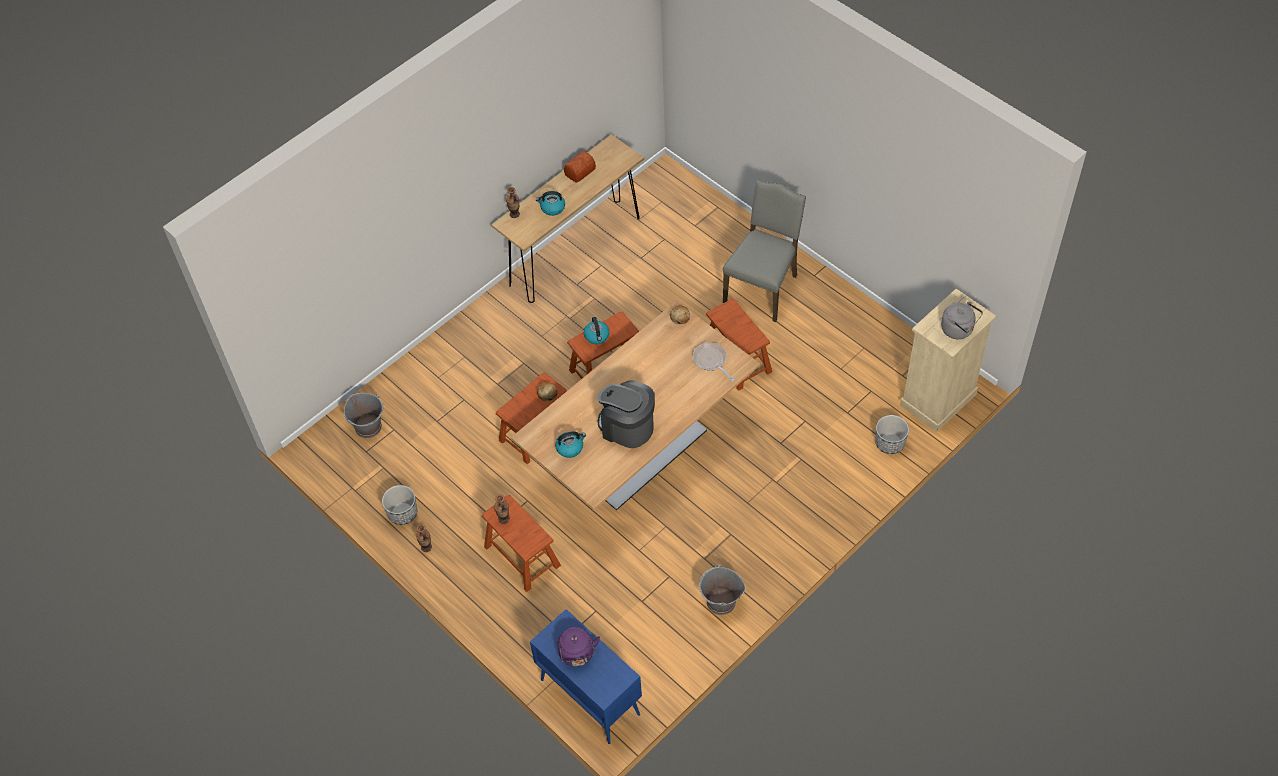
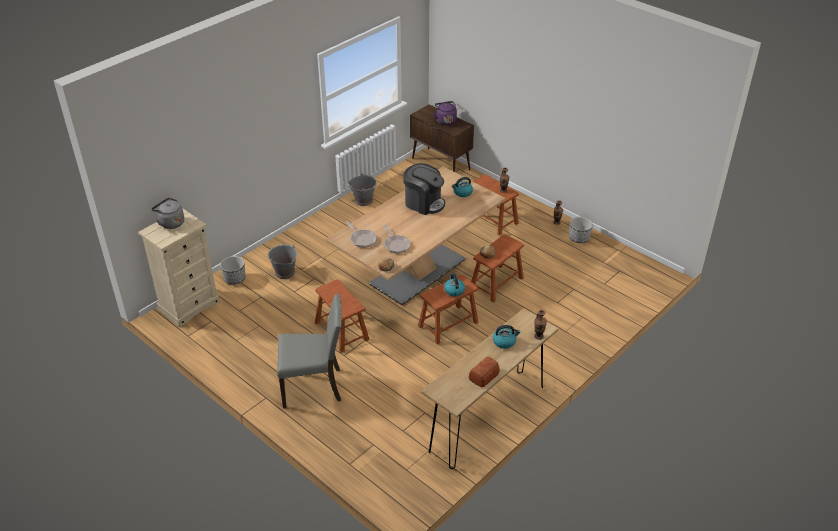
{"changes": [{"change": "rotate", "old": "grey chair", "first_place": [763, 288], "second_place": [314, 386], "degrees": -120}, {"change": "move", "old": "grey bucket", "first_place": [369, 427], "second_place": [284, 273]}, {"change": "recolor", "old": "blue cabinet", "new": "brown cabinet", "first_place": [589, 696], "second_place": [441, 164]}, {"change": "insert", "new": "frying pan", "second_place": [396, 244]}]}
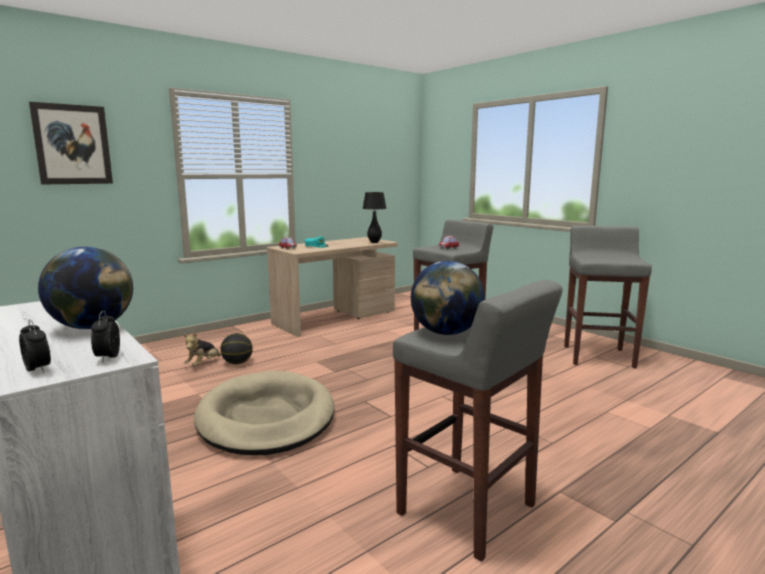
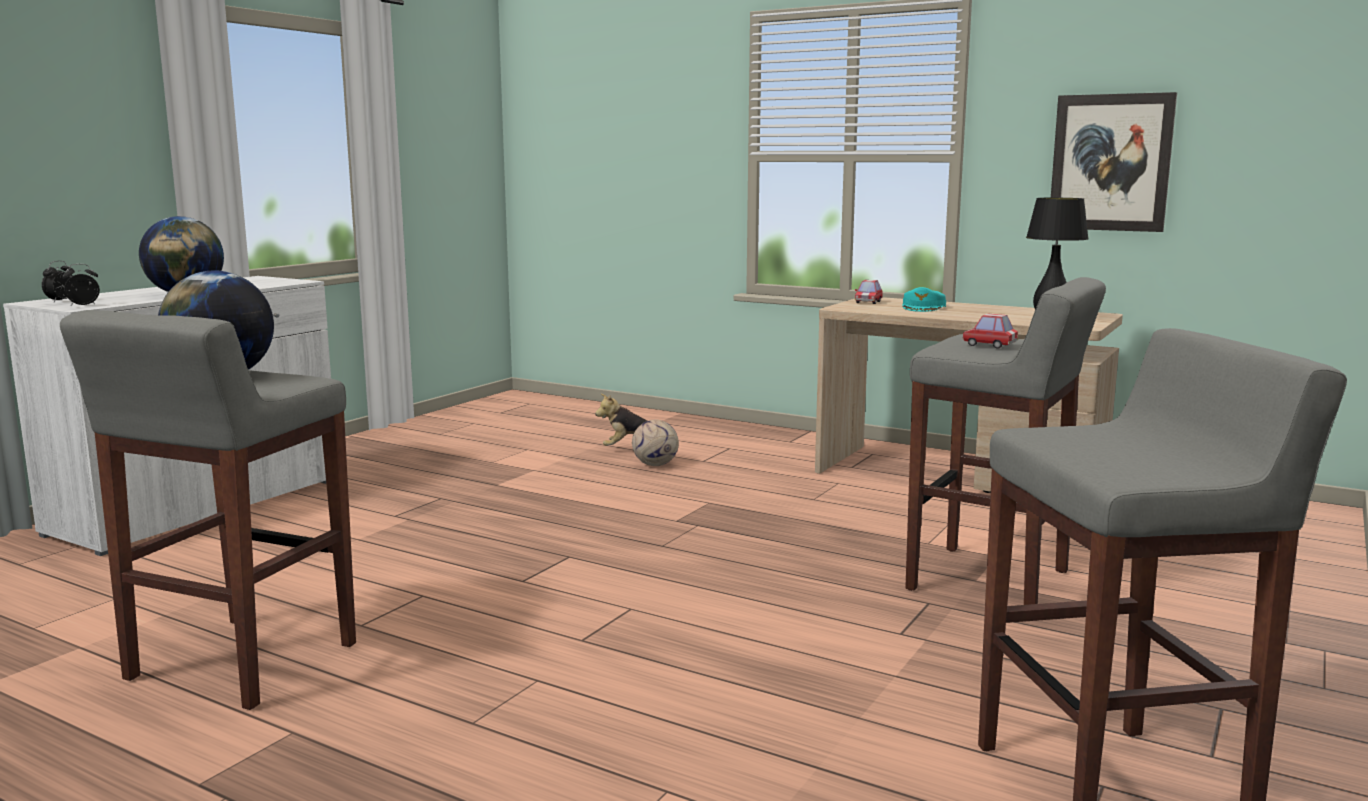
{"changes": [{"change": "move", "old": "picture", "first_place": [72, 144], "second_place": [1110, 162]}, {"change": "replace", "old": "basketball", "new": "football", "first_place": [237, 363], "second_place": [655, 465]}, {"change": "delete", "old": "beige dog bed", "first_place": [266, 418]}]}
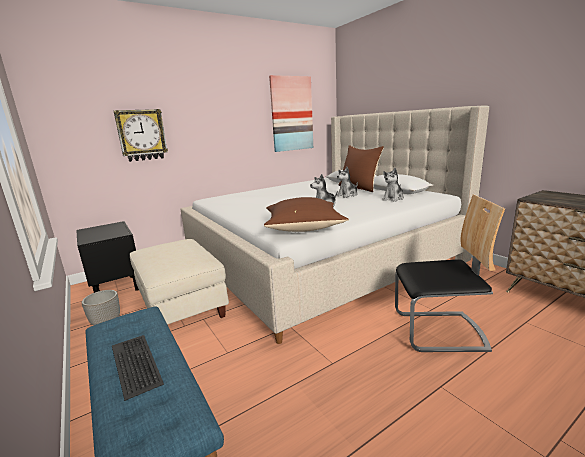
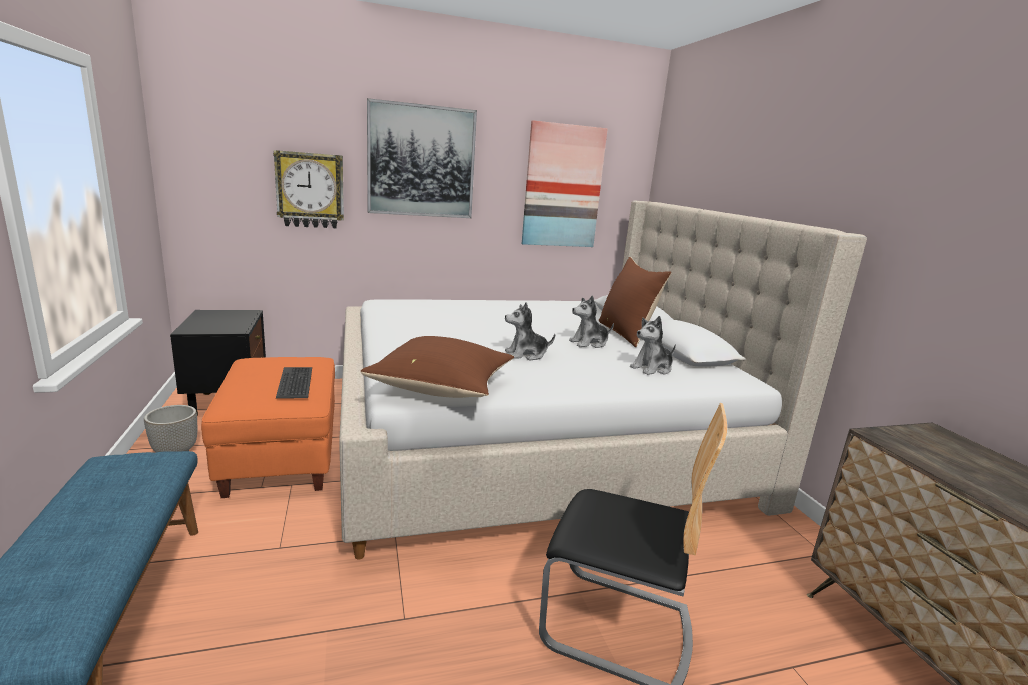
{"changes": [{"change": "recolor", "old": "beige ottoman", "new": "orange ottoman", "first_place": [183, 306], "second_place": [283, 456]}, {"change": "move", "old": "keyboard", "first_place": [136, 364], "second_place": [296, 383]}, {"change": "insert", "new": "picture", "second_place": [421, 161]}]}
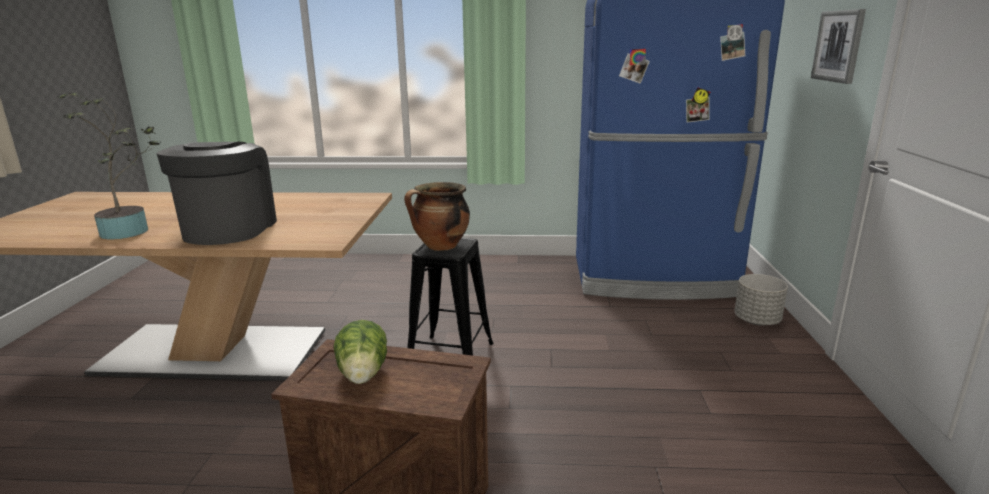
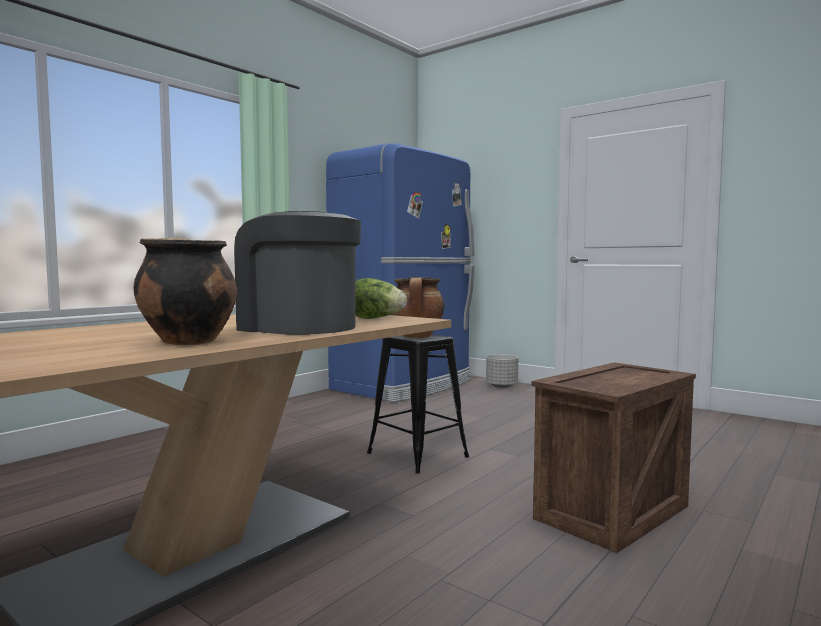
{"changes": [{"change": "delete", "old": "picture", "first_place": [838, 46]}, {"change": "replace", "old": "potted plant", "new": "cooking pot", "first_place": [130, 231], "second_place": [186, 342]}, {"change": "move", "old": "lettuce", "first_place": [363, 375], "second_place": [376, 318]}]}
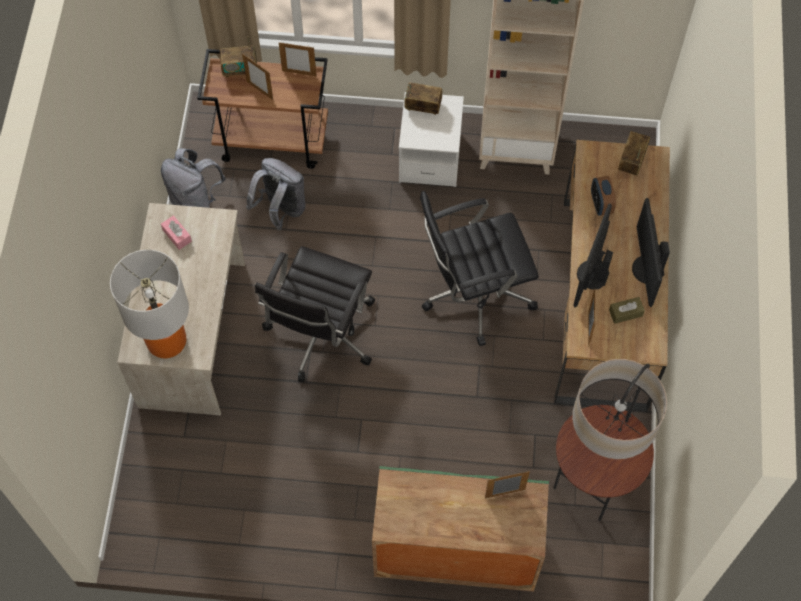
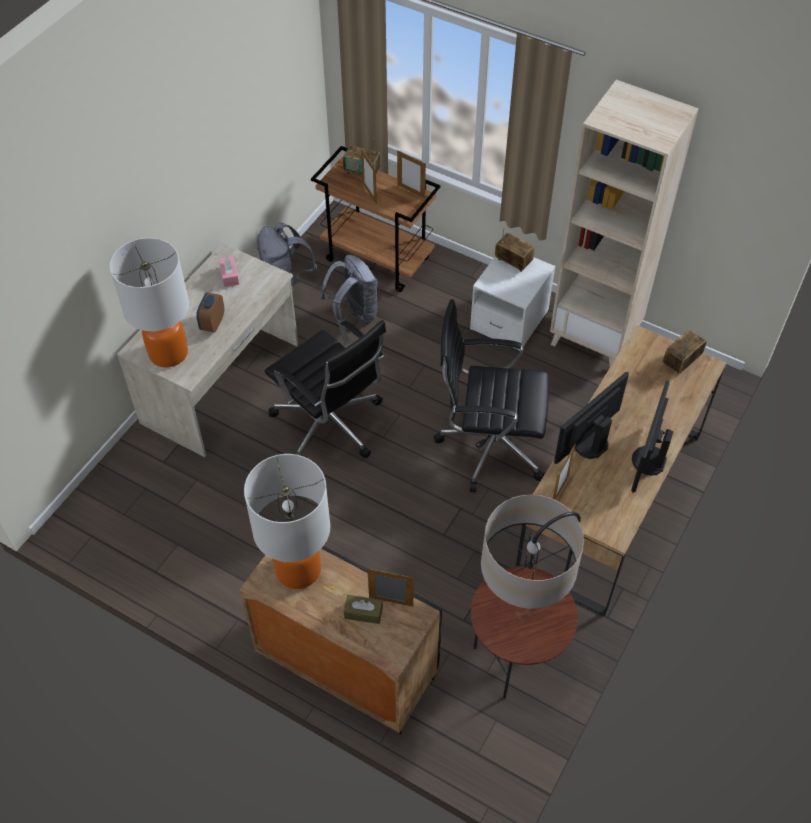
{"changes": [{"change": "move", "old": "alarm clock", "first_place": [601, 204], "second_place": [212, 323]}, {"change": "rotate", "old": "black office chair", "first_place": [320, 334], "second_place": [330, 425], "degrees": -90}, {"change": "move", "old": "brown tissue box", "first_place": [625, 313], "second_place": [363, 612]}, {"change": "recolor", "old": "green cabinet", "new": "black cabinet", "first_place": [454, 553], "second_place": [345, 666]}, {"change": "insert", "new": "table lamp", "second_place": [298, 569]}]}
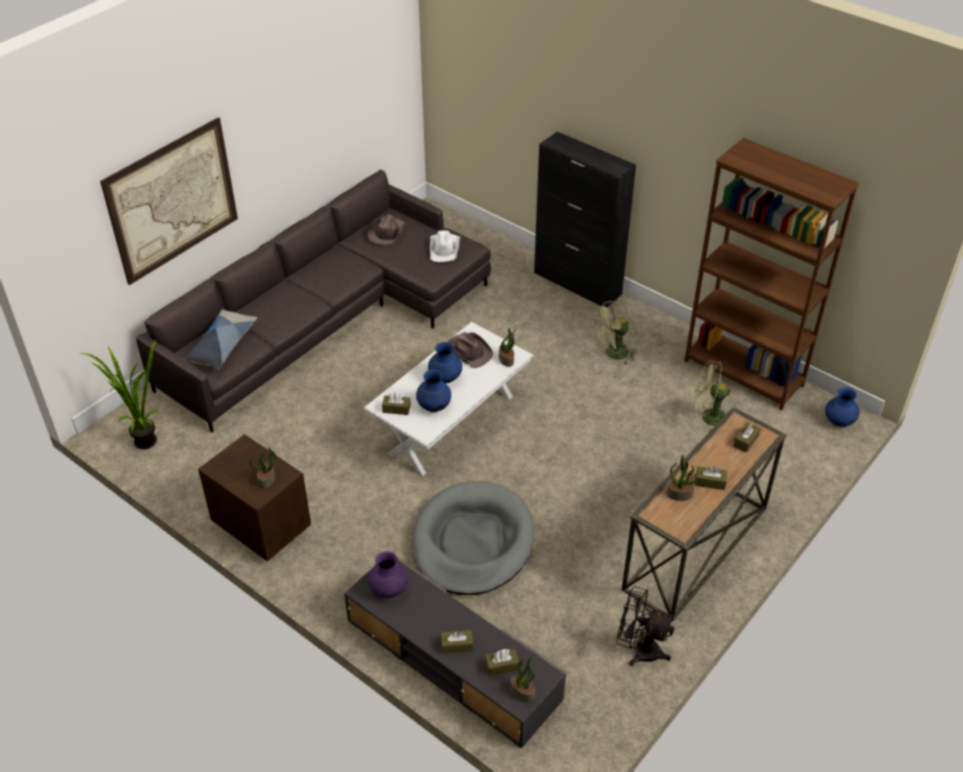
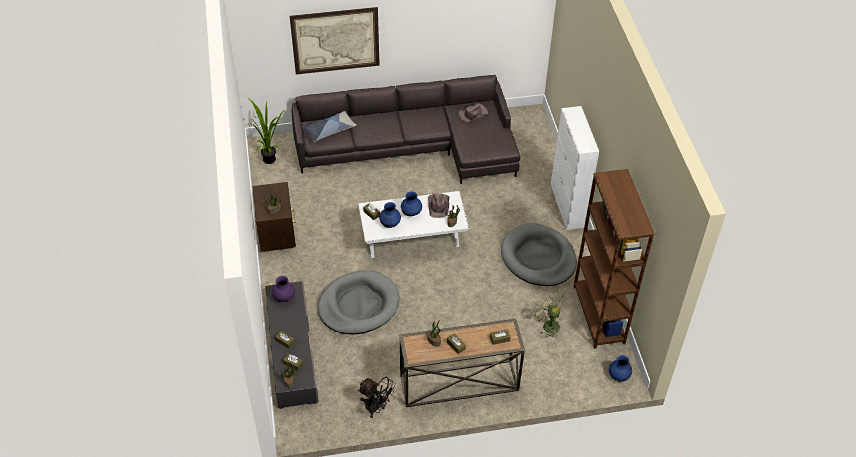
{"changes": [{"change": "recolor", "old": "black cabinet", "new": "white cabinet", "first_place": [578, 283], "second_place": [567, 206]}, {"change": "delete", "old": "white hat", "first_place": [445, 248]}, {"change": "replace", "old": "green fan", "new": "grey dog bed", "first_place": [613, 354], "second_place": [538, 258]}, {"change": "rotate", "old": "black fan", "first_place": [639, 650], "second_place": [376, 407], "degrees": 150}]}
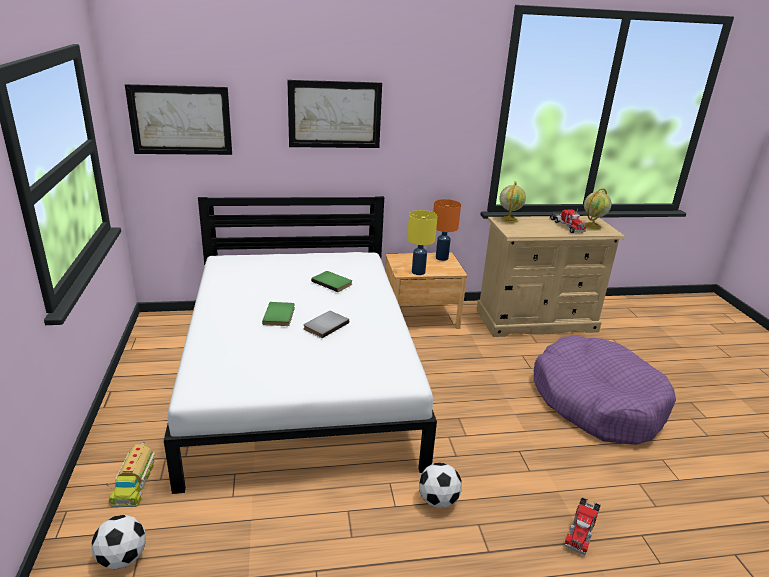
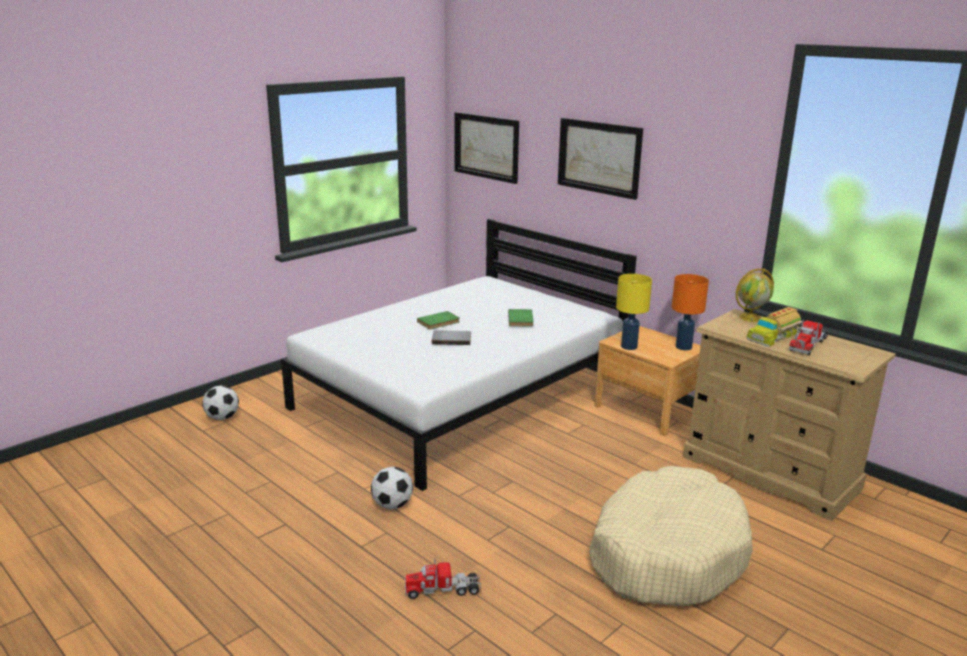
{"changes": [{"change": "delete", "old": "globe", "first_place": [592, 226]}, {"change": "recolor", "old": "purple dog bed", "new": "beige dog bed", "first_place": [596, 402], "second_place": [666, 553]}, {"change": "move", "old": "toy truck", "first_place": [133, 482], "second_place": [773, 336]}]}
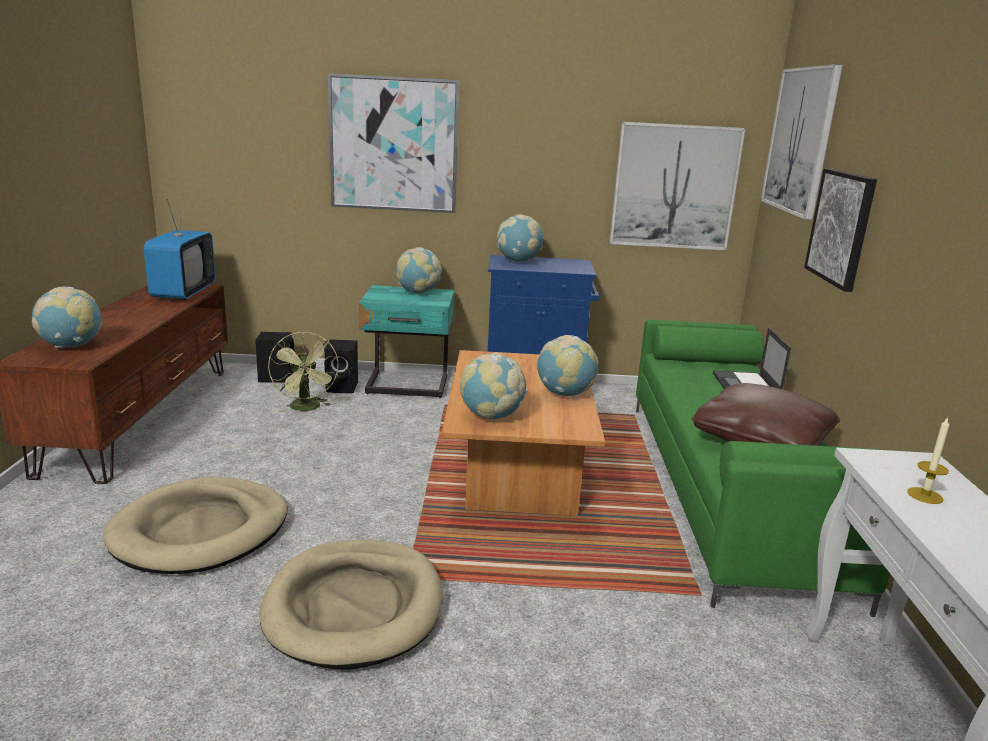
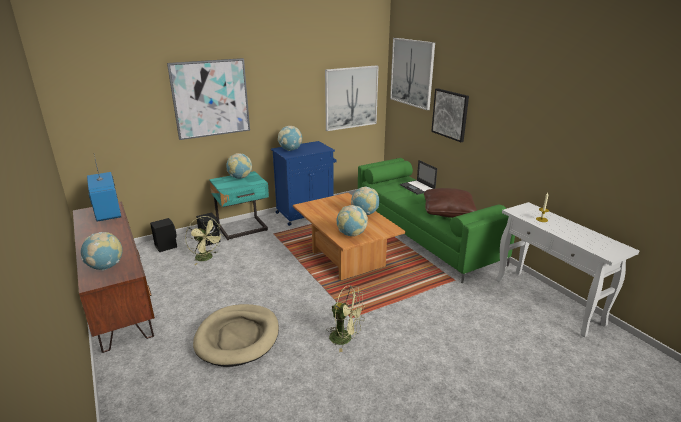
{"changes": [{"change": "replace", "old": "beige dog bed", "new": "green fan", "first_place": [354, 607], "second_place": [345, 338]}]}
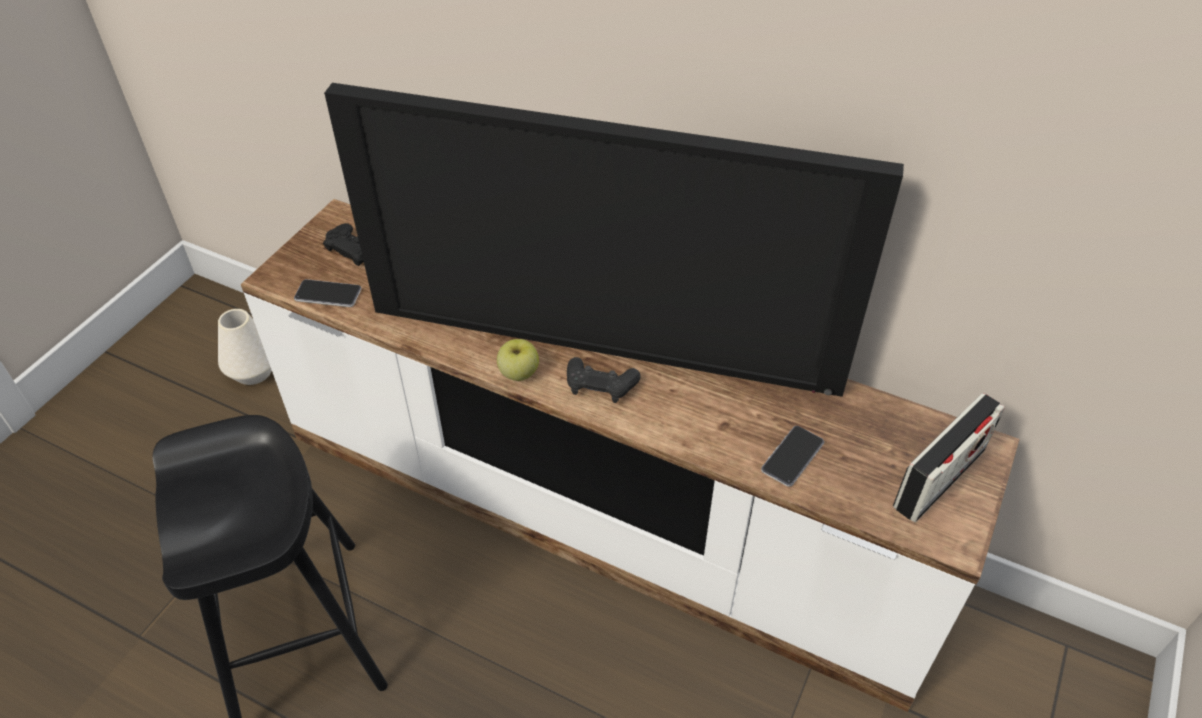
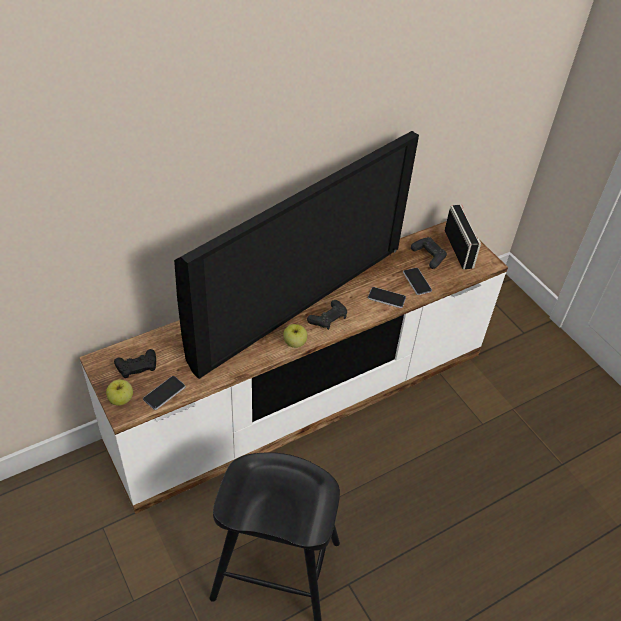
{"changes": [{"change": "delete", "old": "white vase", "first_place": [253, 371]}, {"change": "insert", "new": "black game controller", "second_place": [428, 256]}, {"change": "insert", "new": "phone", "second_place": [386, 298]}, {"change": "insert", "new": "apple", "second_place": [121, 399]}]}
